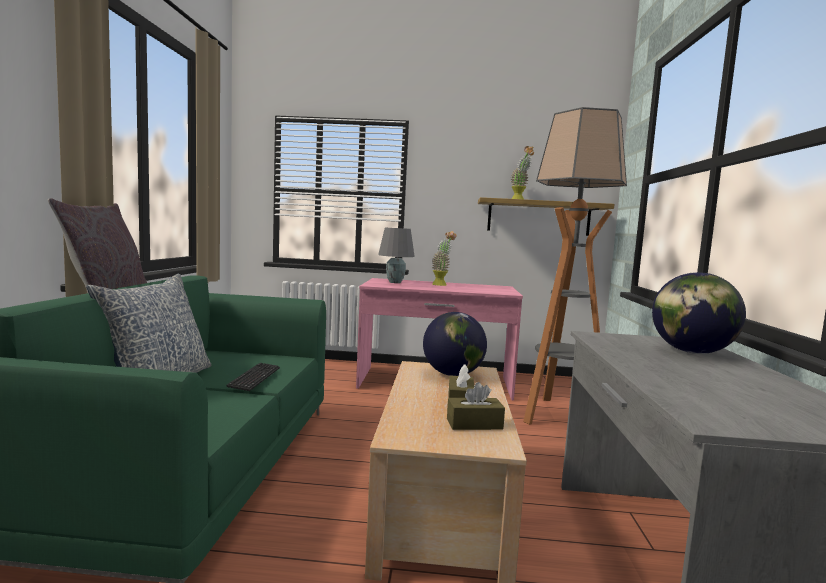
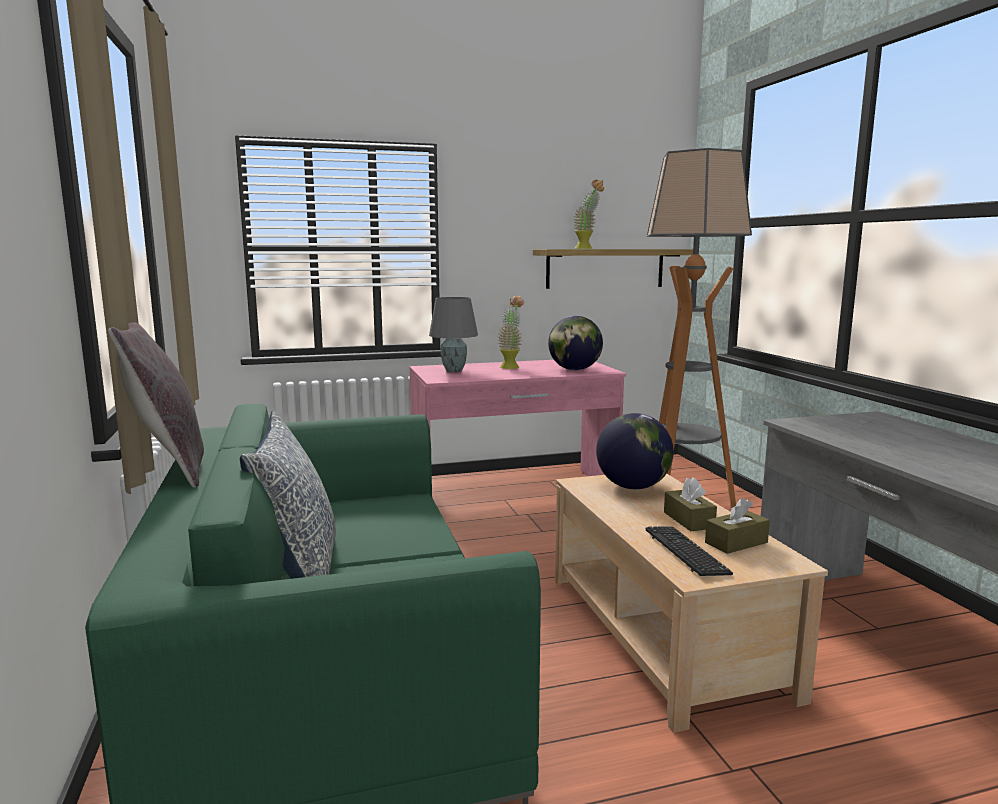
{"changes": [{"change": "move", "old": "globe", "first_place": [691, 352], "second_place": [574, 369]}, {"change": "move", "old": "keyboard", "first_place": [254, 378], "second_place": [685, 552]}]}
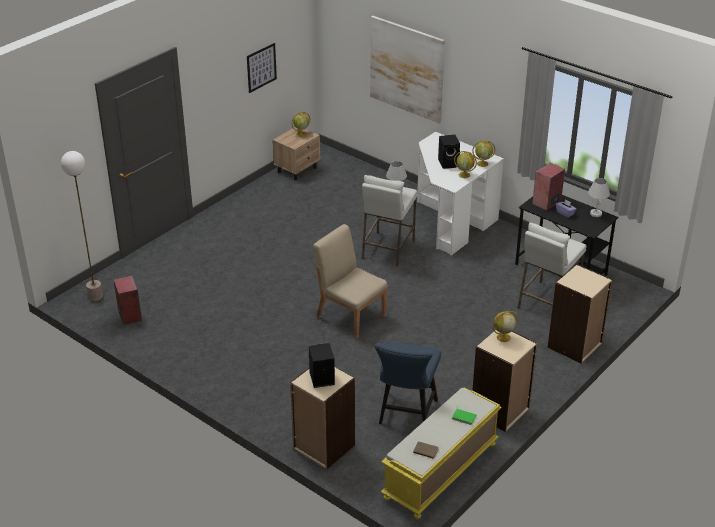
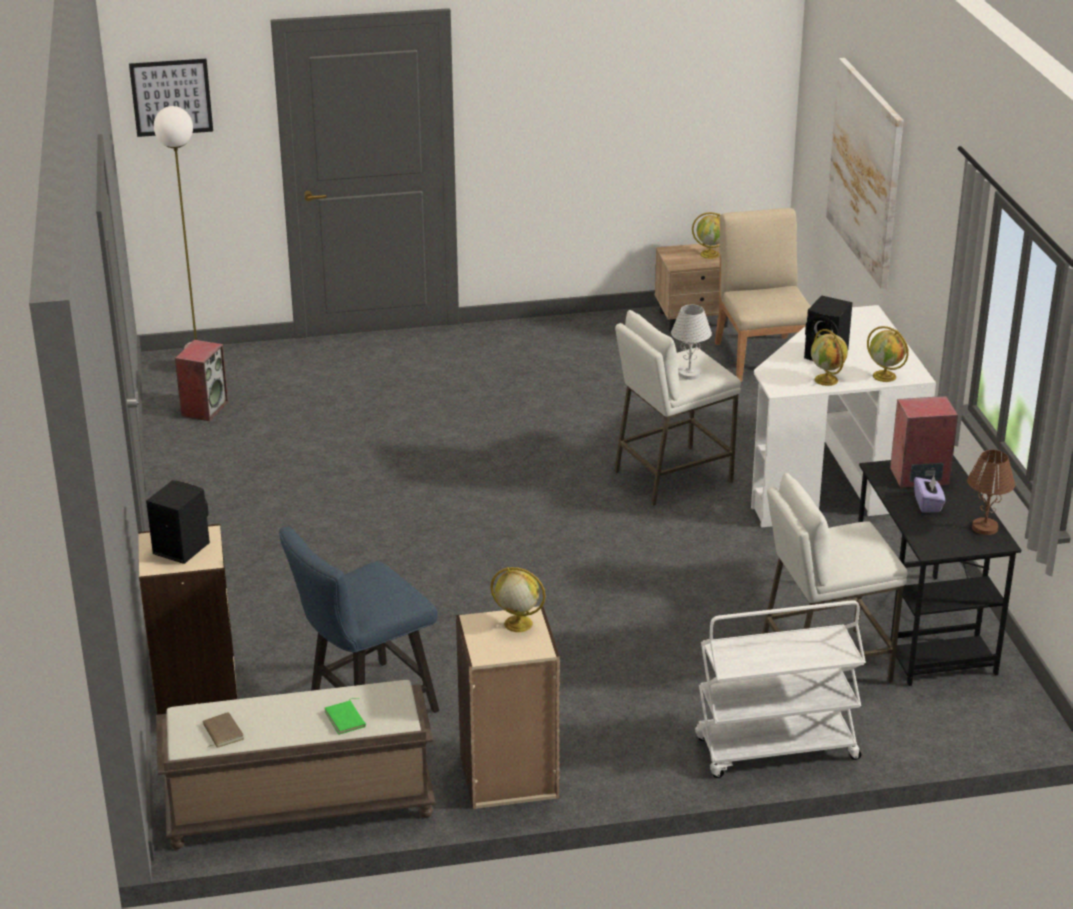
{"changes": [{"change": "move", "old": "picture", "first_place": [261, 67], "second_place": [171, 97]}, {"change": "recolor", "old": "white table lamp", "new": "brown table lamp", "first_place": [595, 214], "second_place": [984, 528]}, {"change": "move", "old": "beige chair", "first_place": [350, 315], "second_place": [762, 358]}, {"change": "replace", "old": "beige bookcase", "new": "white cart", "first_place": [575, 345], "second_place": [775, 750]}, {"change": "recolor", "old": "yellow bench", "new": "brown bench", "first_place": [441, 472], "second_place": [298, 807]}]}
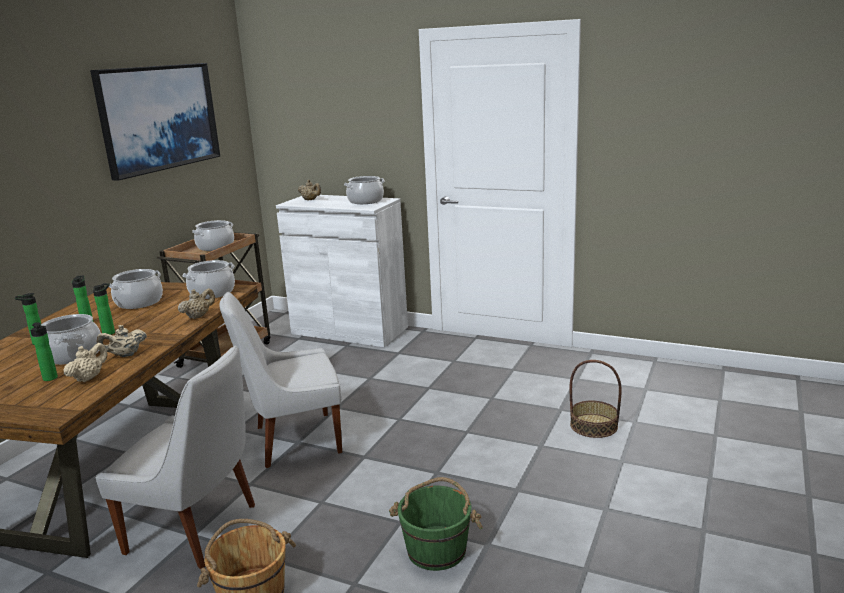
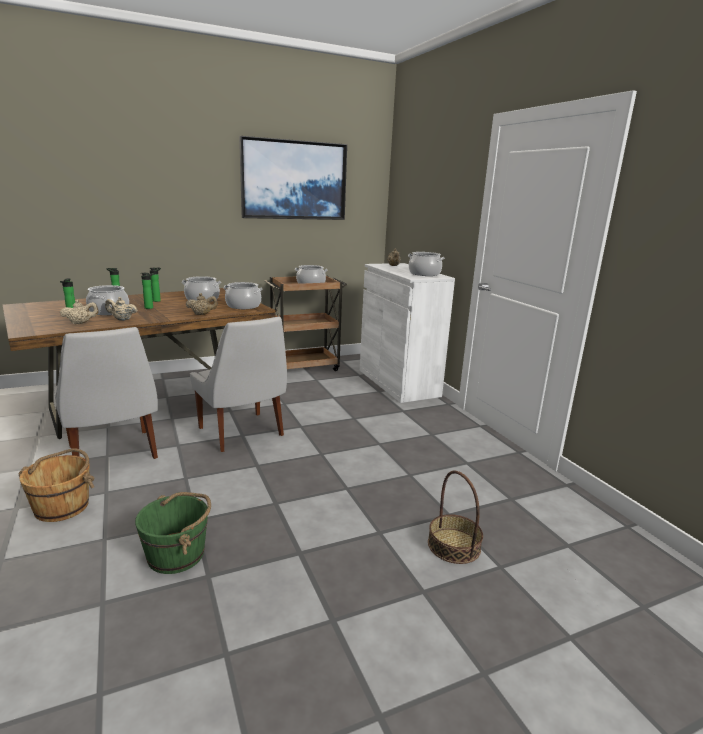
{"changes": [{"change": "rotate", "old": "white chair", "first_place": [293, 440], "second_place": [242, 433], "degrees": -150}]}
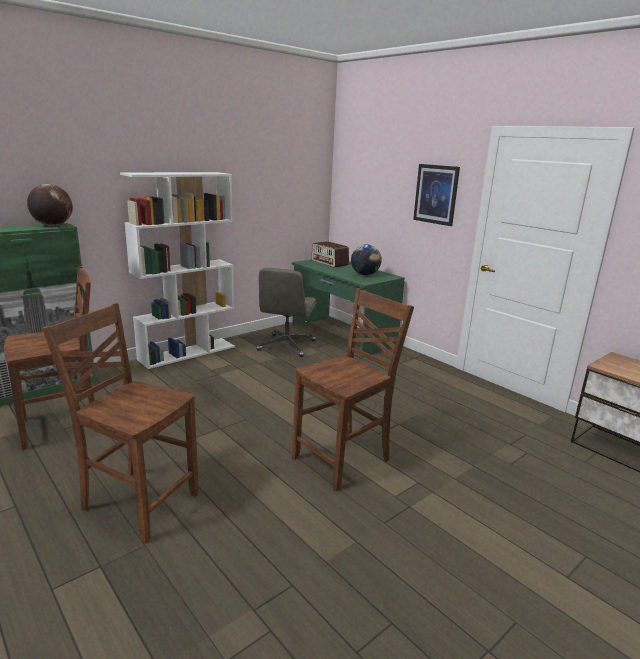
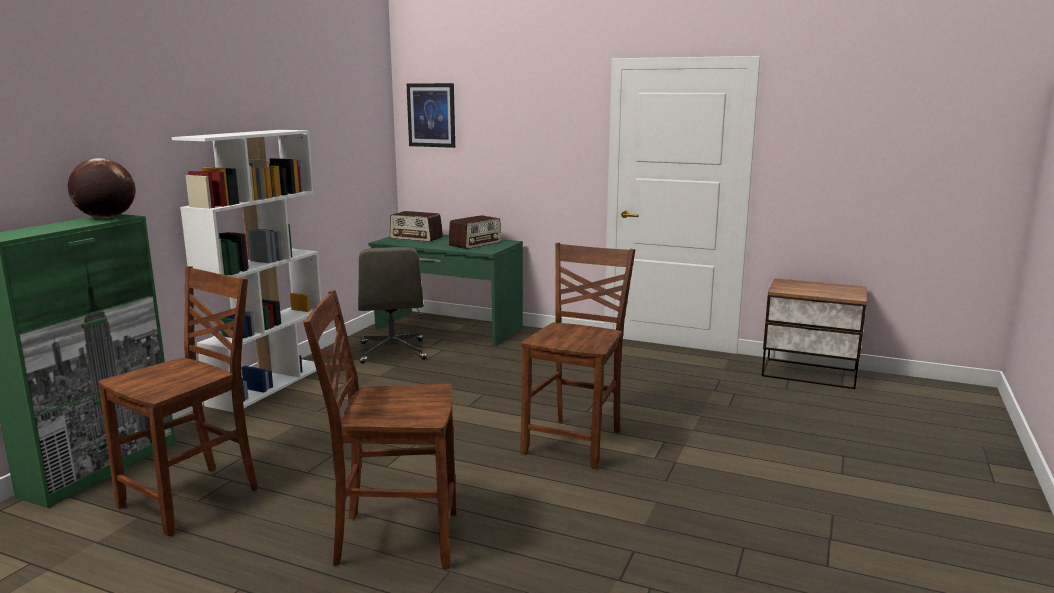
{"changes": [{"change": "move", "old": "picture", "first_place": [436, 194], "second_place": [431, 115]}, {"change": "replace", "old": "globe", "new": "radio", "first_place": [365, 274], "second_place": [475, 244]}]}
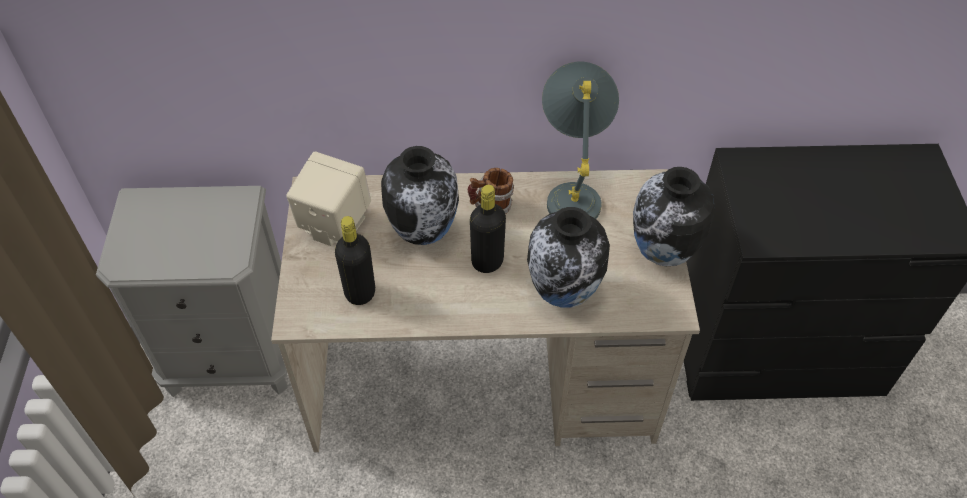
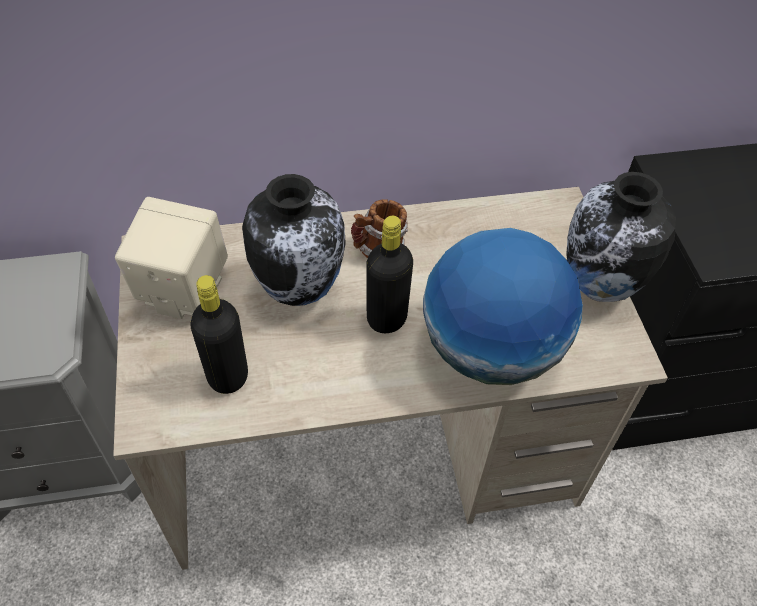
{"changes": [{"change": "delete", "old": "grey table lamp", "first_place": [573, 190]}, {"change": "replace", "old": "vase", "new": "globe", "first_place": [564, 294], "second_place": [491, 350]}]}
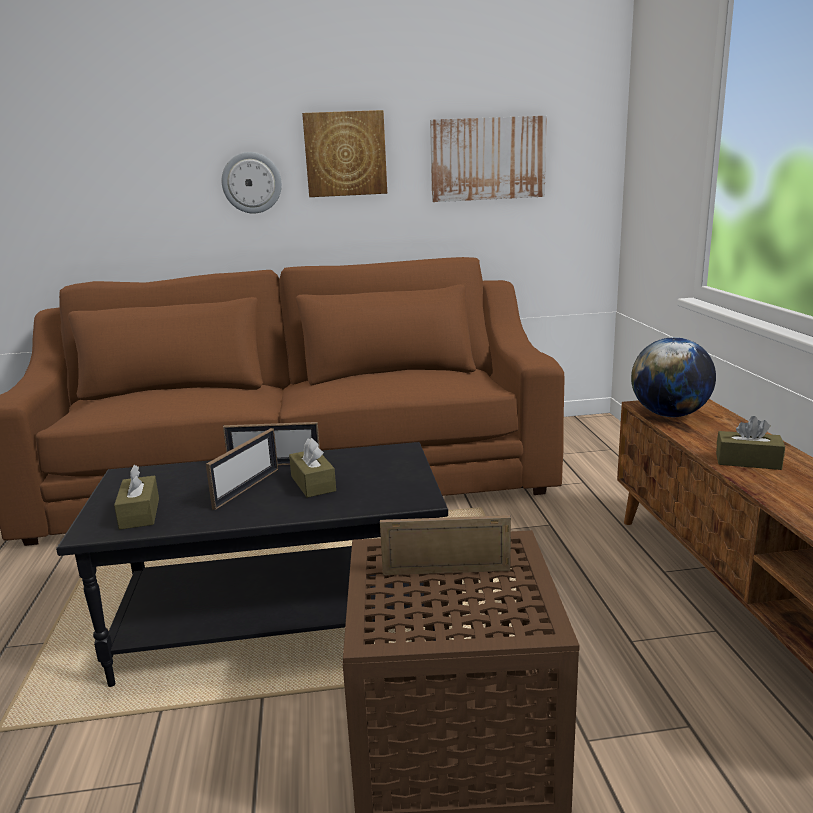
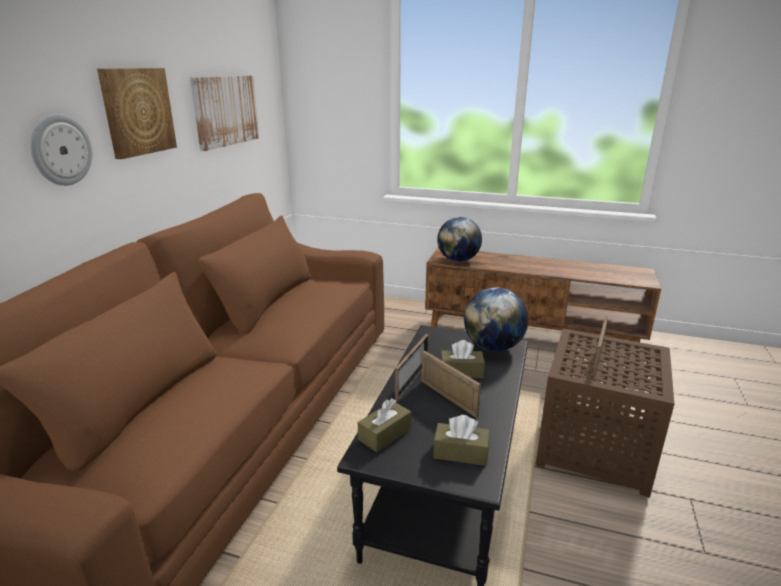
{"changes": [{"change": "move", "old": "brown tissue box", "first_place": [748, 461], "second_place": [384, 434]}, {"change": "insert", "new": "globe", "second_place": [493, 347]}]}
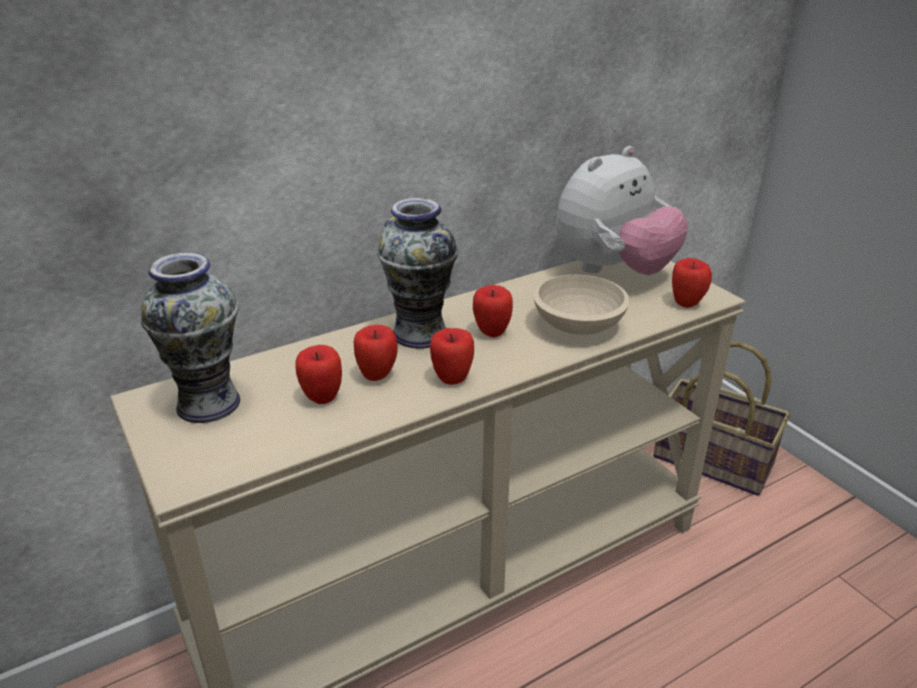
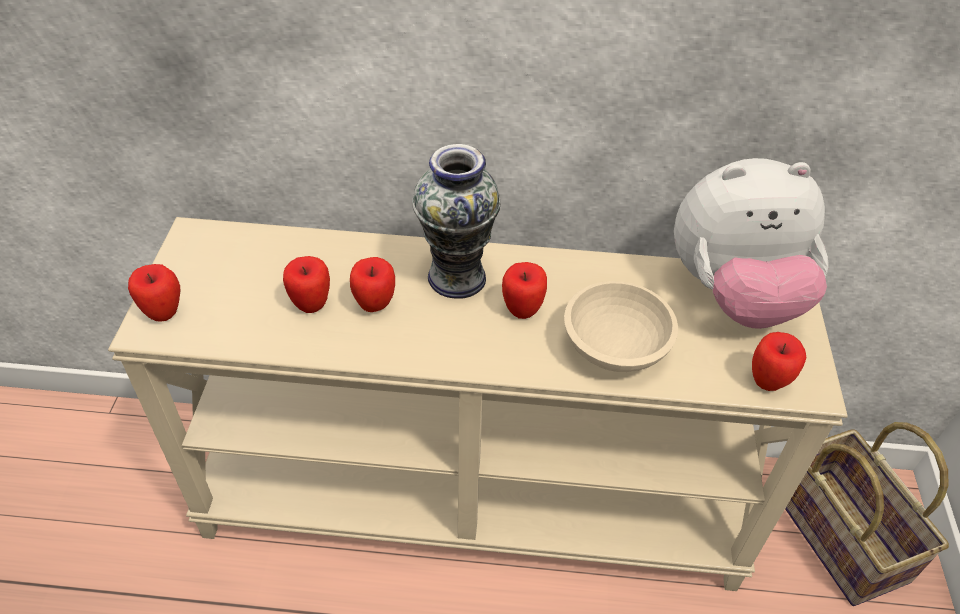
{"changes": [{"change": "delete", "old": "vase", "first_place": [207, 403]}, {"change": "move", "old": "apple", "first_place": [452, 378], "second_place": [163, 313]}]}
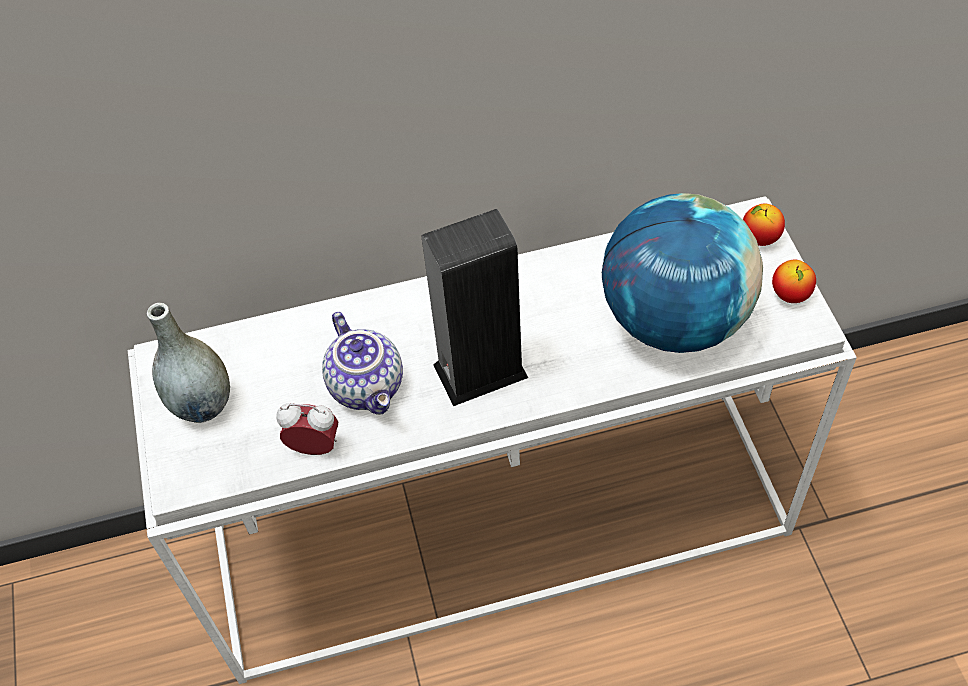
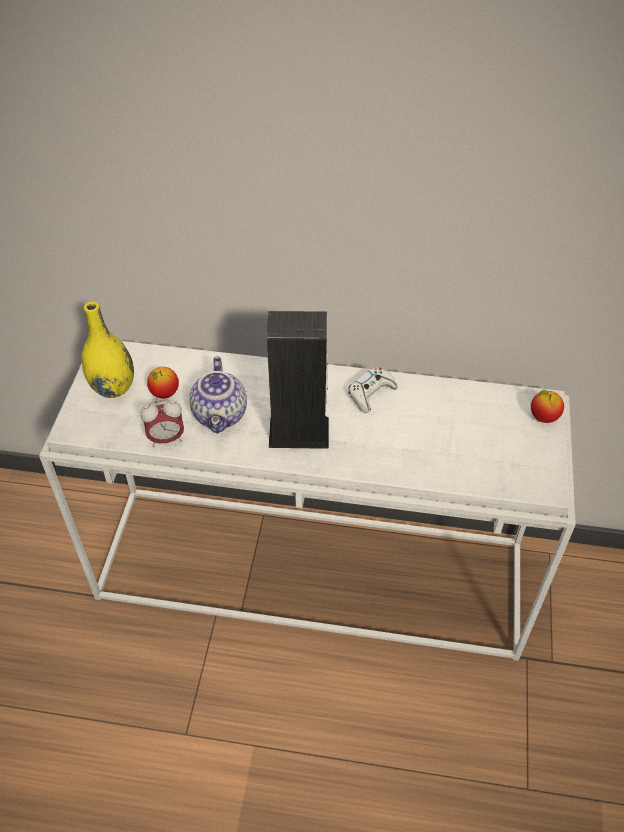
{"changes": [{"change": "delete", "old": "globe", "first_place": [674, 320]}, {"change": "move", "old": "apple", "first_place": [790, 295], "second_place": [164, 393]}, {"change": "recolor", "old": "grey vase", "new": "yellow vase", "first_place": [202, 405], "second_place": [113, 388]}, {"change": "rotate", "old": "alarm clock", "first_place": [315, 447], "second_place": [166, 439], "degrees": 135}, {"change": "insert", "new": "white game controller", "second_place": [371, 393]}]}
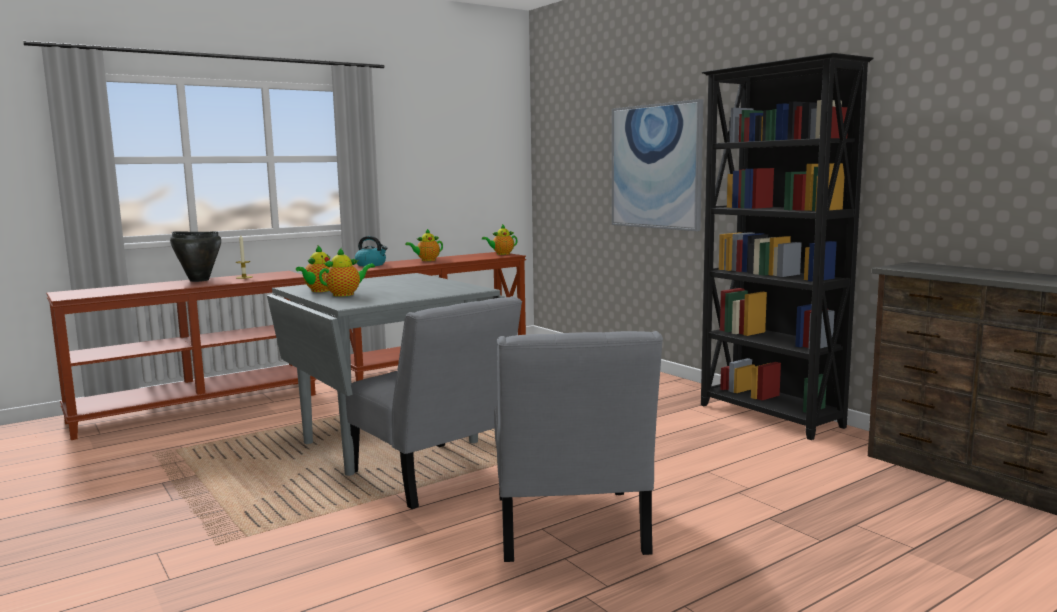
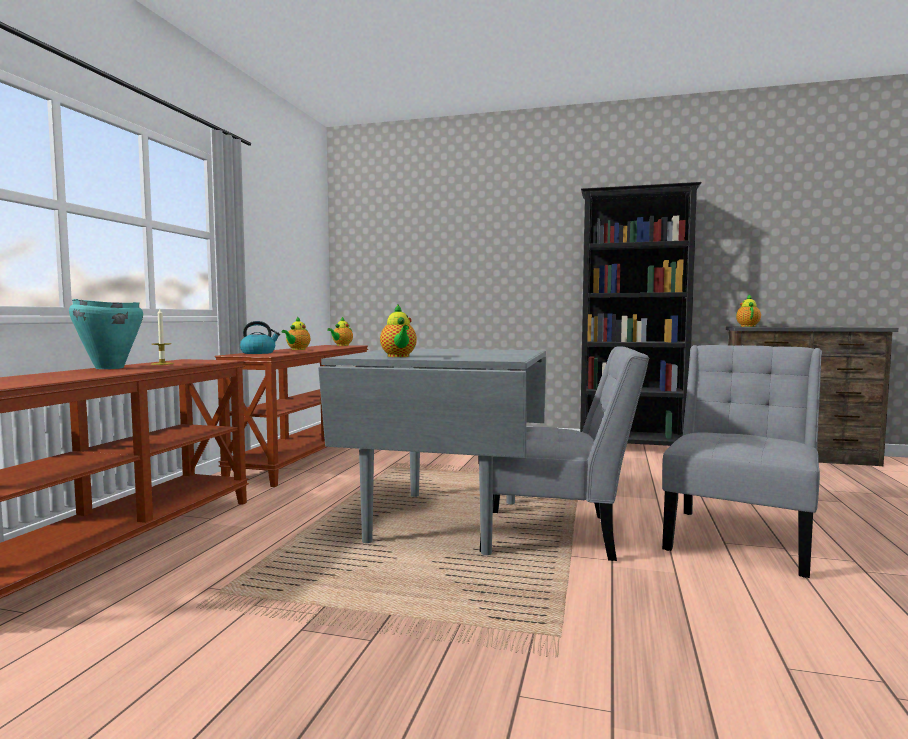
{"changes": [{"change": "delete", "old": "picture", "first_place": [655, 166]}, {"change": "recolor", "old": "black cooking pot", "new": "turquoise cooking pot", "first_place": [199, 280], "second_place": [109, 368]}, {"change": "move", "old": "teapot", "first_place": [346, 294], "second_place": [747, 326]}, {"change": "rotate", "old": "grey chair", "first_place": [569, 530], "second_place": [740, 538], "degrees": -105}]}
